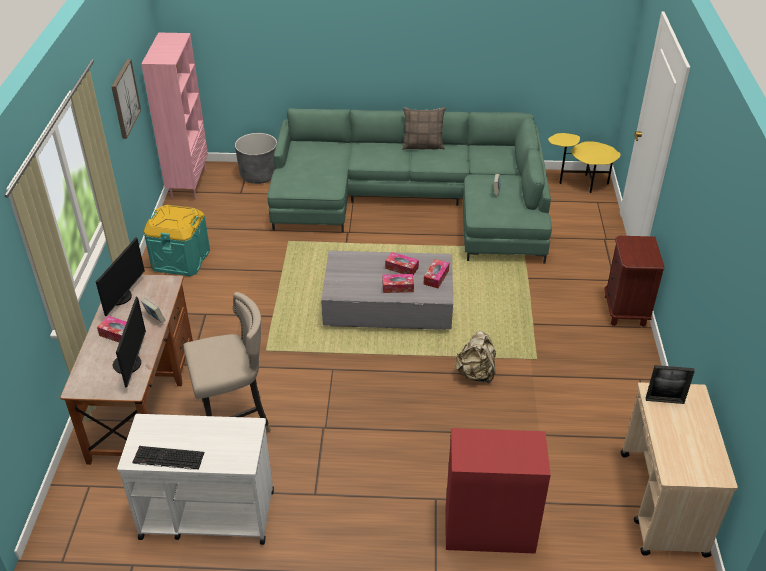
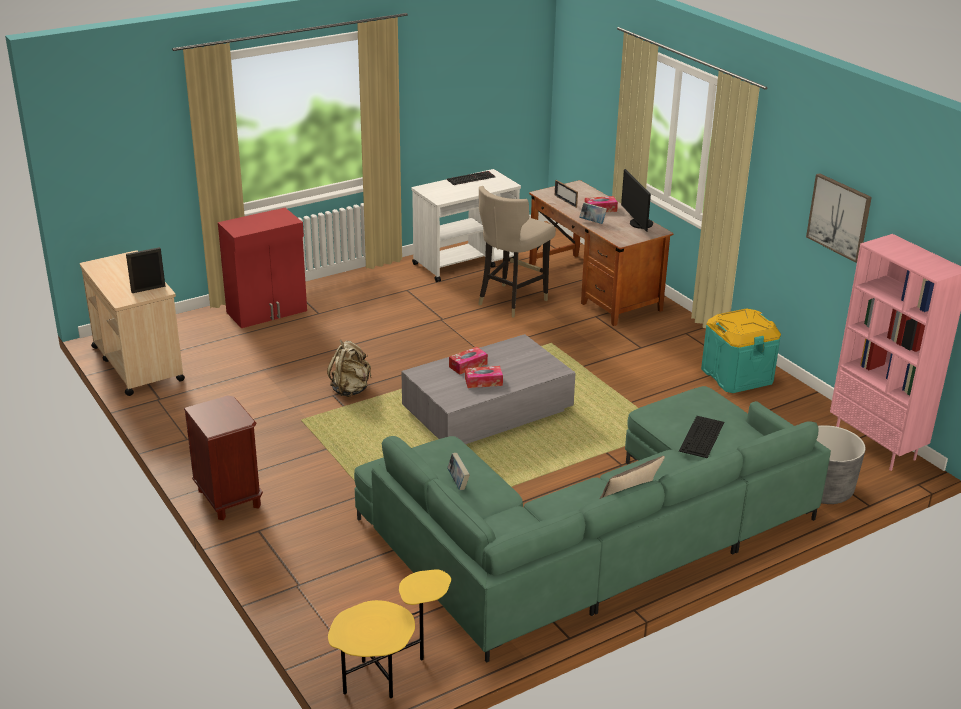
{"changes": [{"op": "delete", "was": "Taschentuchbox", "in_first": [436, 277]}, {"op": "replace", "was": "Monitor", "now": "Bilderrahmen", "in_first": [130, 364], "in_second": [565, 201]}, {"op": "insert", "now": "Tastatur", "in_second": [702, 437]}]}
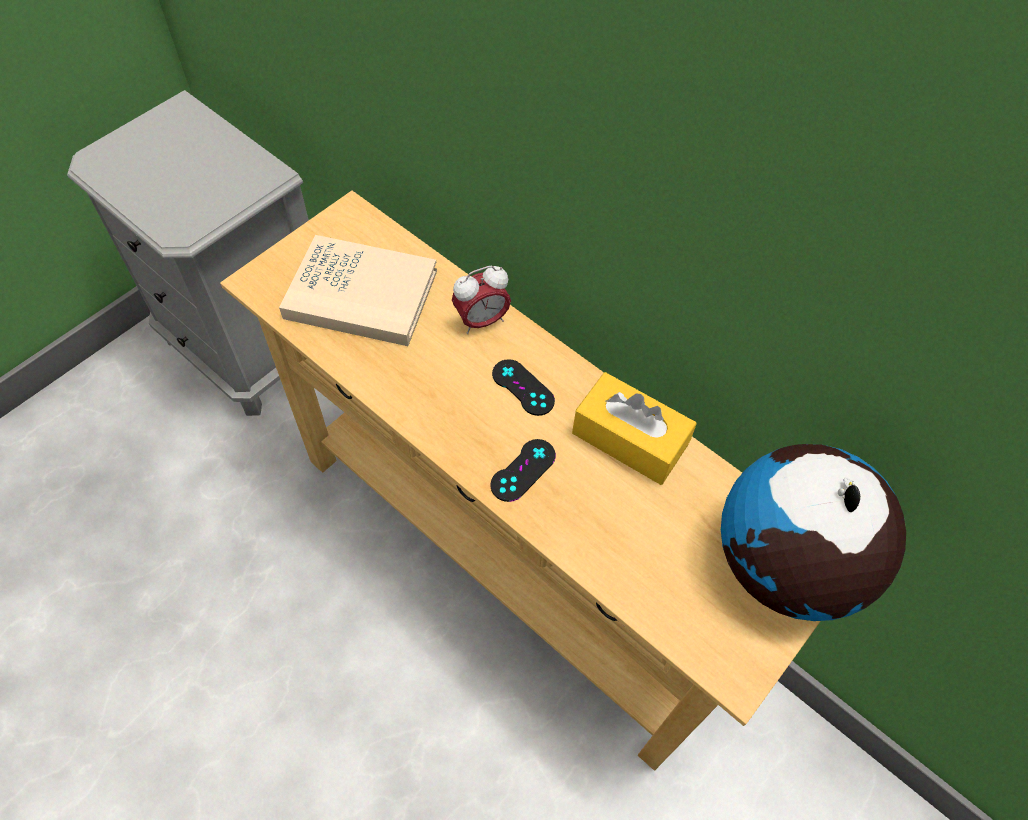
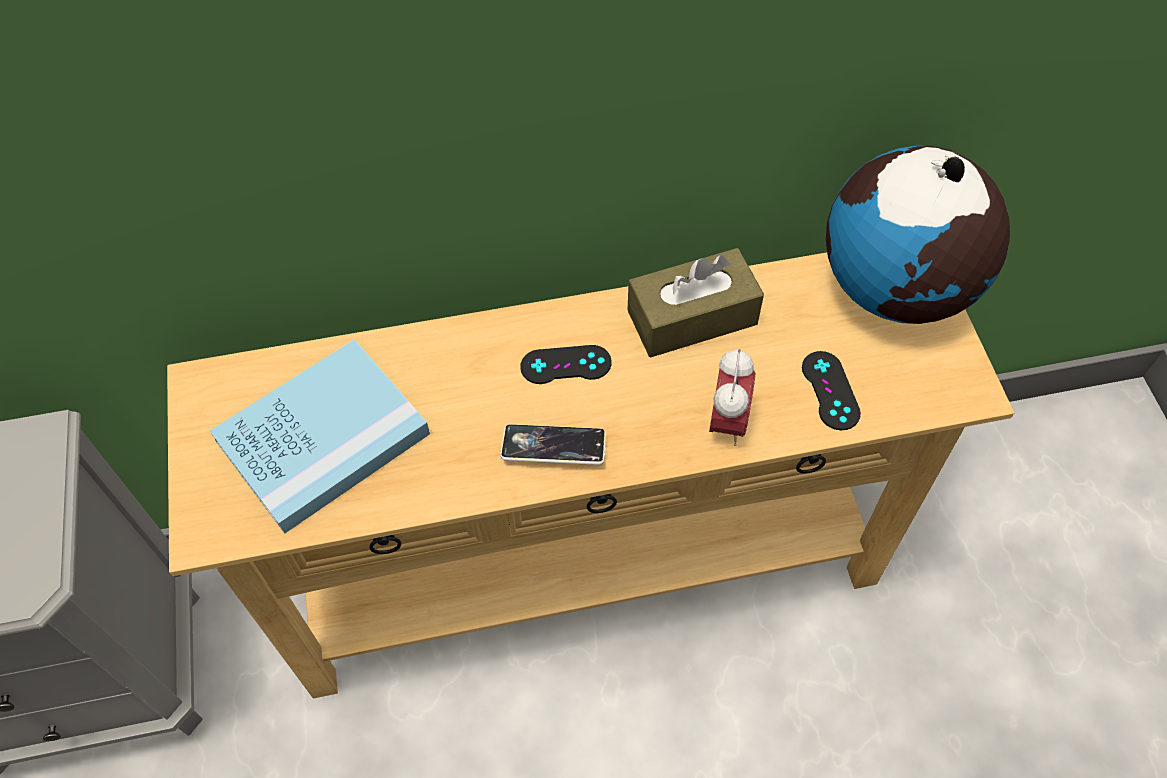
{"changes": [{"op": "recolor", "was": "Buch [beige]", "now": "Buch [blau]", "in_first": [361, 294], "in_second": [323, 438]}, {"op": "move", "was": "Wecker", "in_first": [481, 321], "in_second": [727, 422]}, {"op": "recolor", "was": "Taschentuchbox [gelb]", "now": "Taschentuchbox [braun]", "in_first": [629, 439], "in_second": [692, 317]}, {"op": "move", "was": "Gamepad [schwarz]", "in_first": [523, 470], "in_second": [830, 390]}, {"op": "insert", "now": "Handy", "in_second": [553, 448]}]}
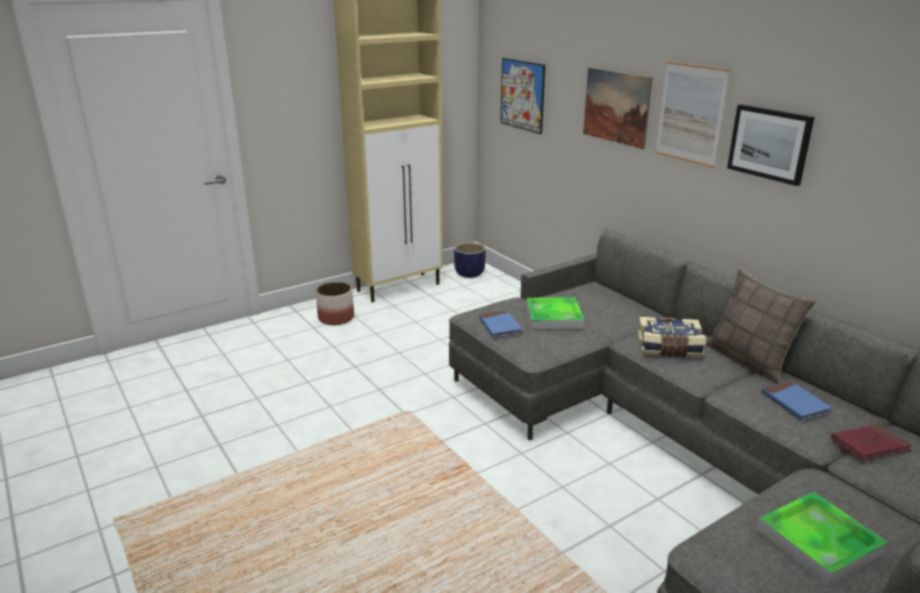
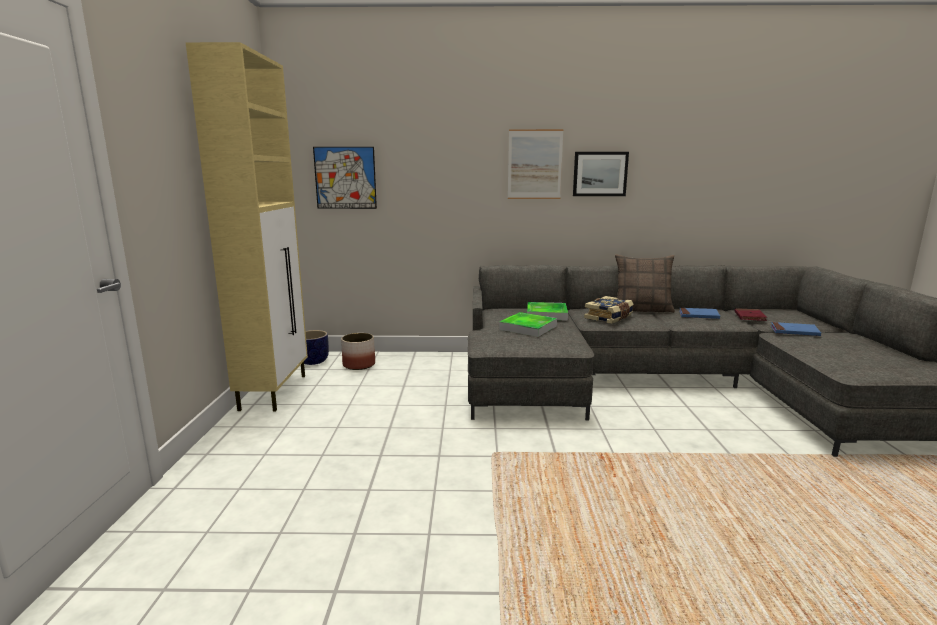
{"changes": [{"op": "delete", "was": "Bild", "in_first": [616, 107]}, {"op": "move", "was": "Pflanzkübel", "in_first": [335, 318], "in_second": [358, 365]}, {"op": "move", "was": "Buch [blau]", "in_first": [500, 326], "in_second": [794, 331]}, {"op": "move", "was": "Tablett", "in_first": [818, 542], "in_second": [546, 314]}]}
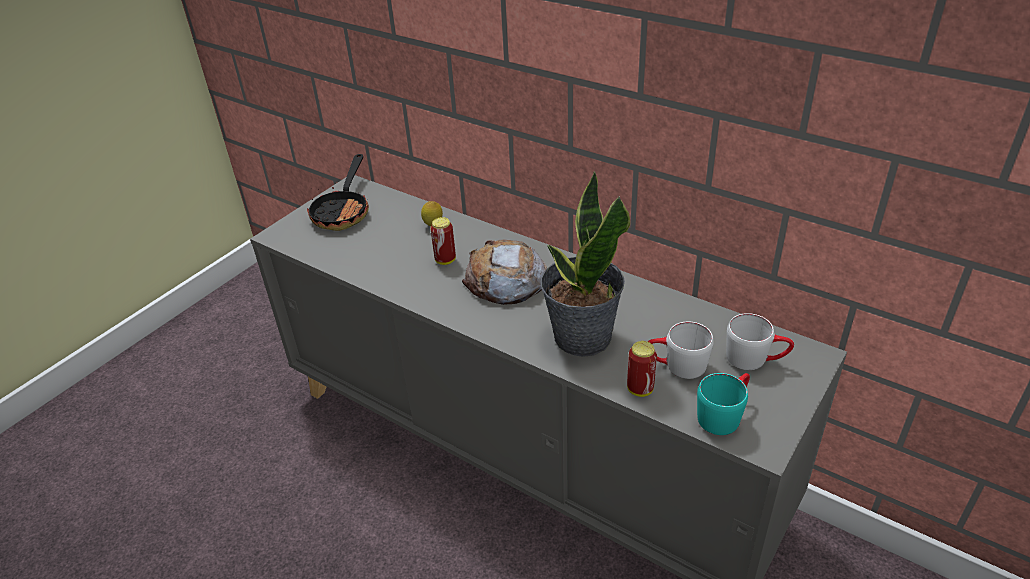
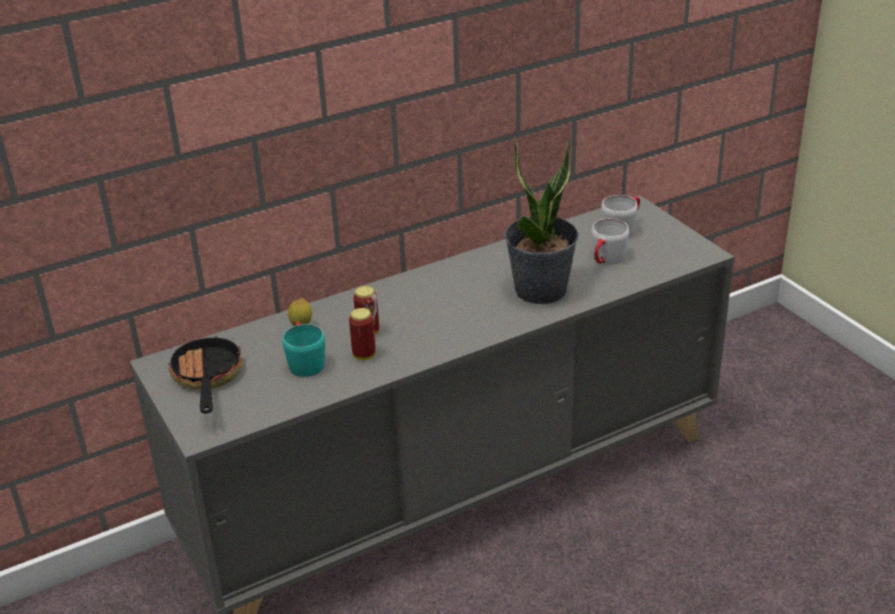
{"changes": [{"op": "rotate", "was": "Pfanne", "in_first": [343, 211], "in_second": [207, 379], "clockwise": -135}, {"op": "delete", "was": "Brot", "in_first": [505, 280]}, {"op": "move", "was": "Dose", "in_first": [640, 389], "in_second": [364, 355]}, {"op": "move", "was": "Henkelbecher [türkis]", "in_first": [724, 414], "in_second": [304, 361]}]}
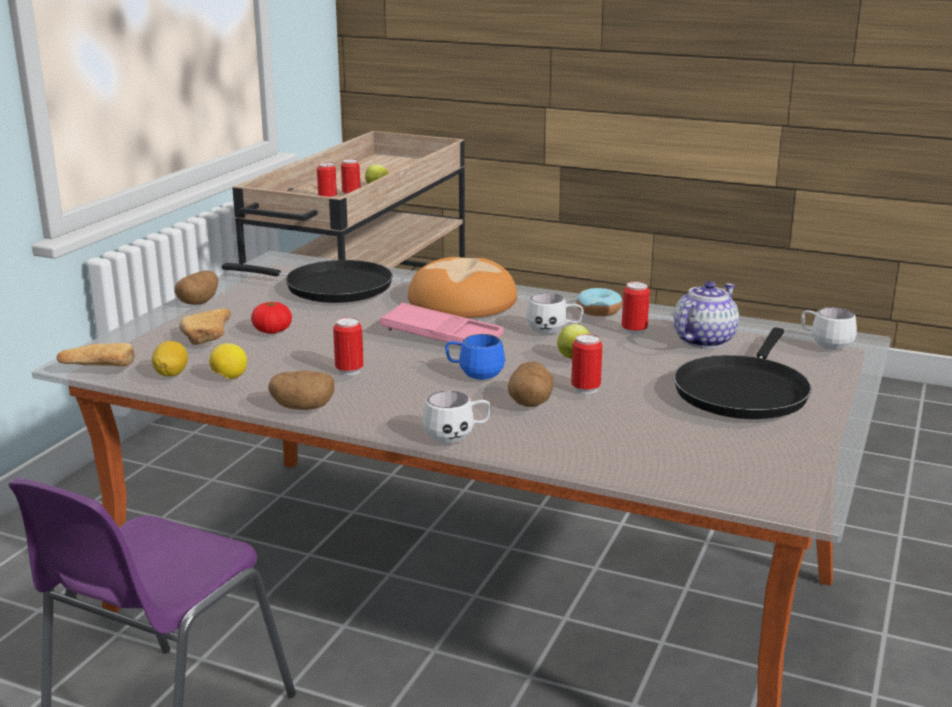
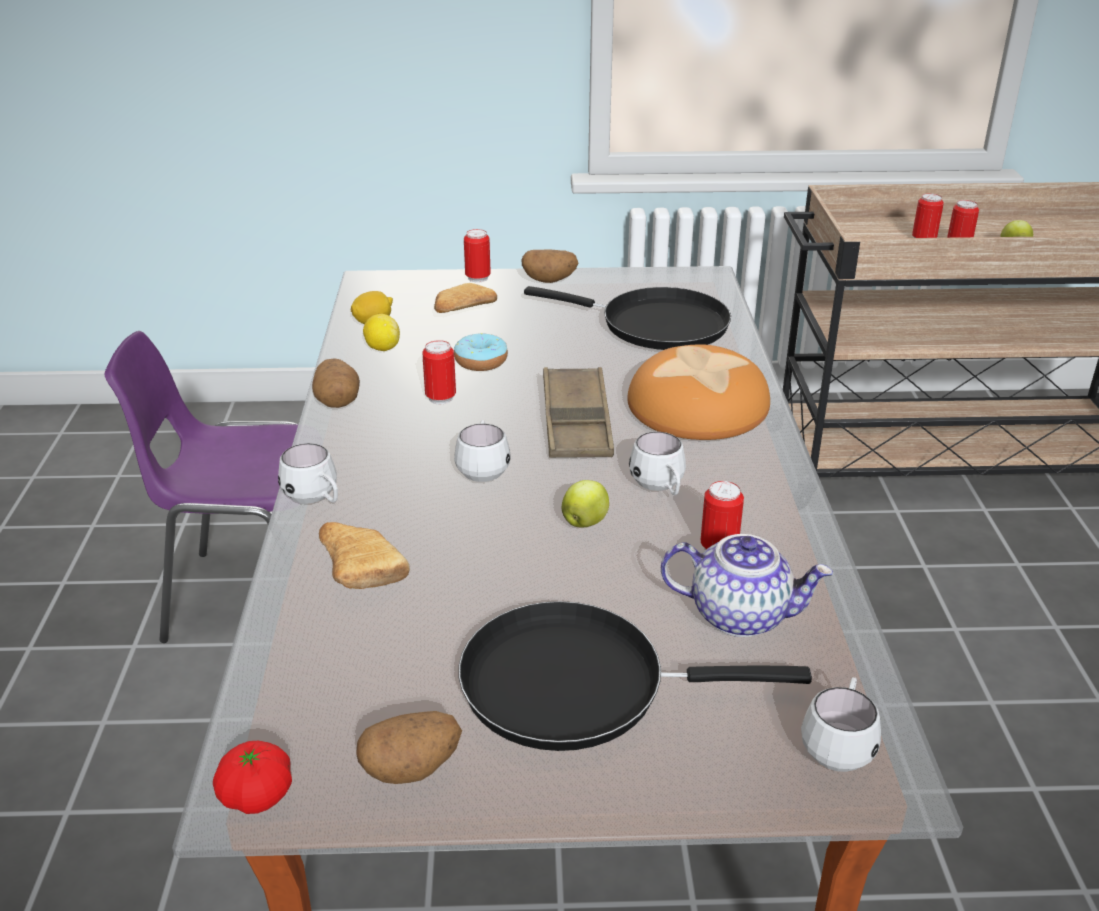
{"changes": [{"op": "rotate", "was": "Pfanne [schwarz]", "in_first": [330, 288], "in_second": [655, 325], "clockwise": -60}, {"op": "move", "was": "Donut", "in_first": [598, 310], "in_second": [481, 361]}, {"op": "move", "was": "Tomate", "in_first": [272, 331], "in_second": [257, 796]}, {"op": "recolor", "was": "Tablett [rosa]", "now": "Tablett [braun]", "in_first": [441, 336], "in_second": [576, 422]}, {"op": "recolor", "was": "Henkelbecher [blau]", "now": "Henkelbecher [weiß]", "in_first": [474, 374], "in_second": [483, 468]}, {"op": "move", "was": "Dose", "in_first": [585, 389], "in_second": [478, 278]}, {"op": "move", "was": "Brot", "in_first": [97, 369], "in_second": [358, 567]}, {"op": "move", "was": "Kartoffel", "in_first": [530, 402], "in_second": [411, 768]}]}
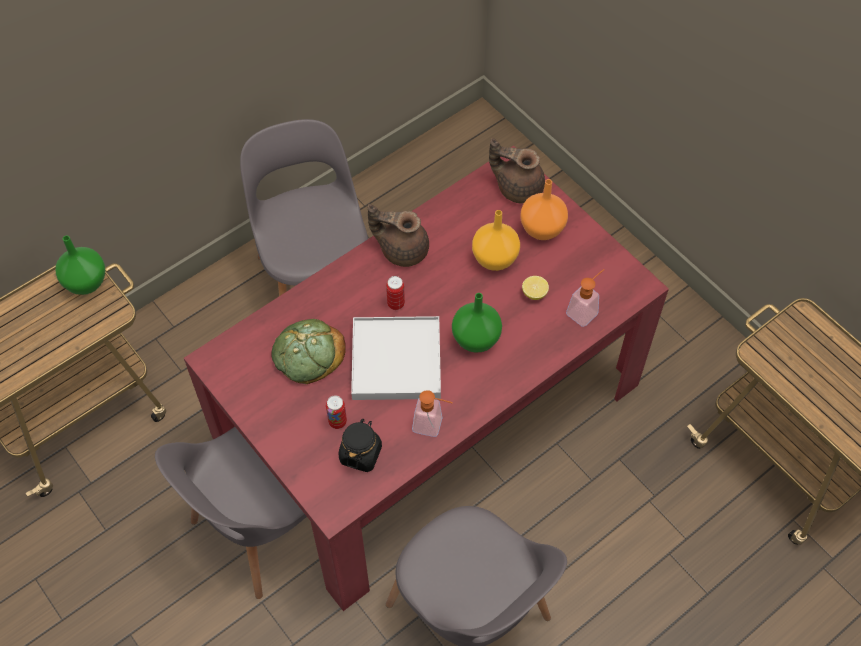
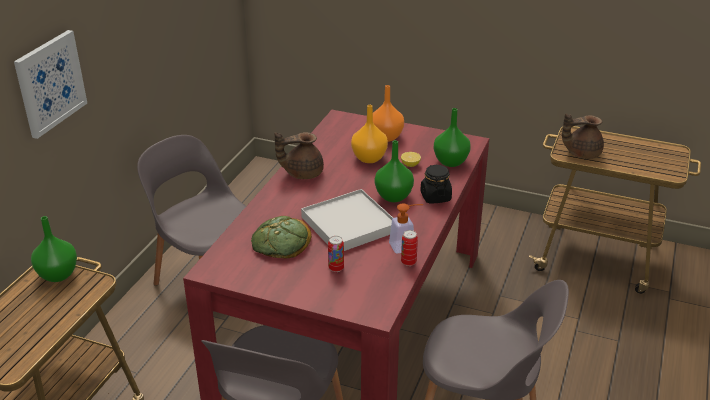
{"changes": [{"op": "move", "was": "Teekanne [braun]", "in_first": [518, 187], "in_second": [581, 153]}, {"op": "replace", "was": "Seifenspender", "now": "Vase [grün]", "in_first": [585, 310], "in_second": [450, 162]}, {"op": "move", "was": "Dose", "in_first": [396, 304], "in_second": [408, 262]}, {"op": "move", "was": "Vorratsglas [schwarz]", "in_first": [360, 454], "in_second": [435, 197]}, {"op": "insert", "now": "Bild", "in_second": [50, 83]}]}
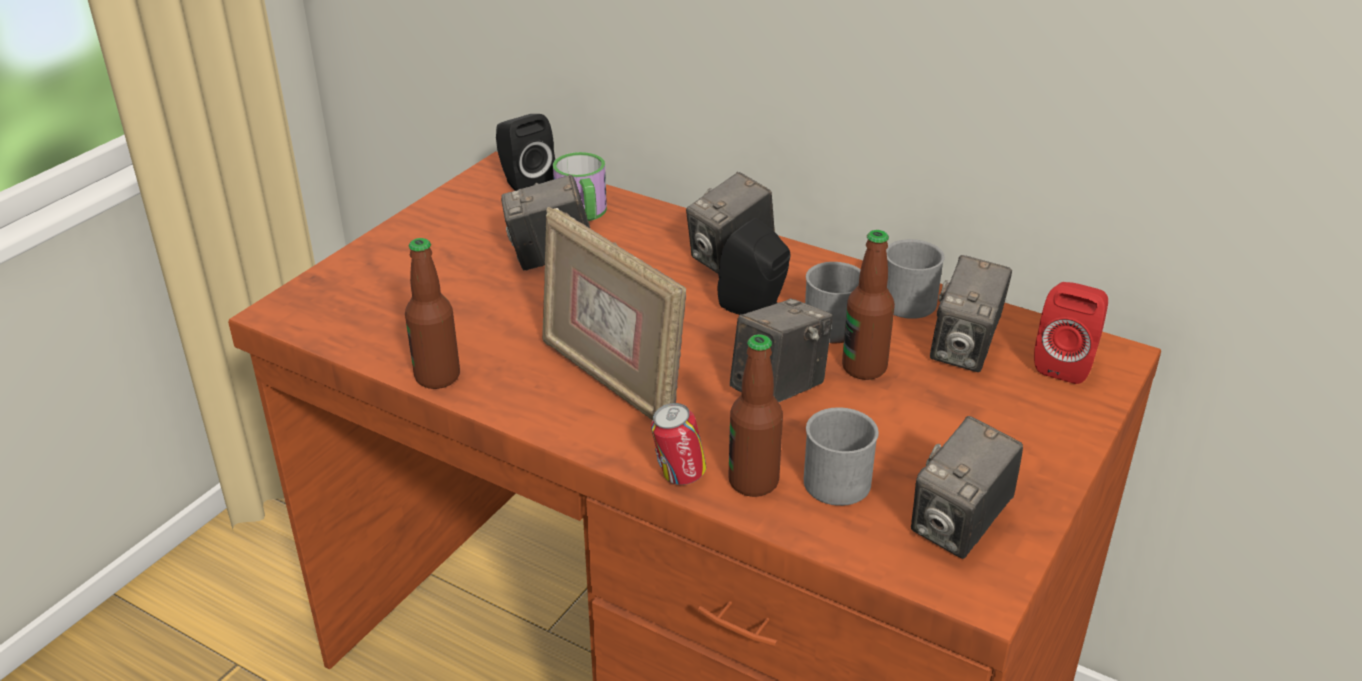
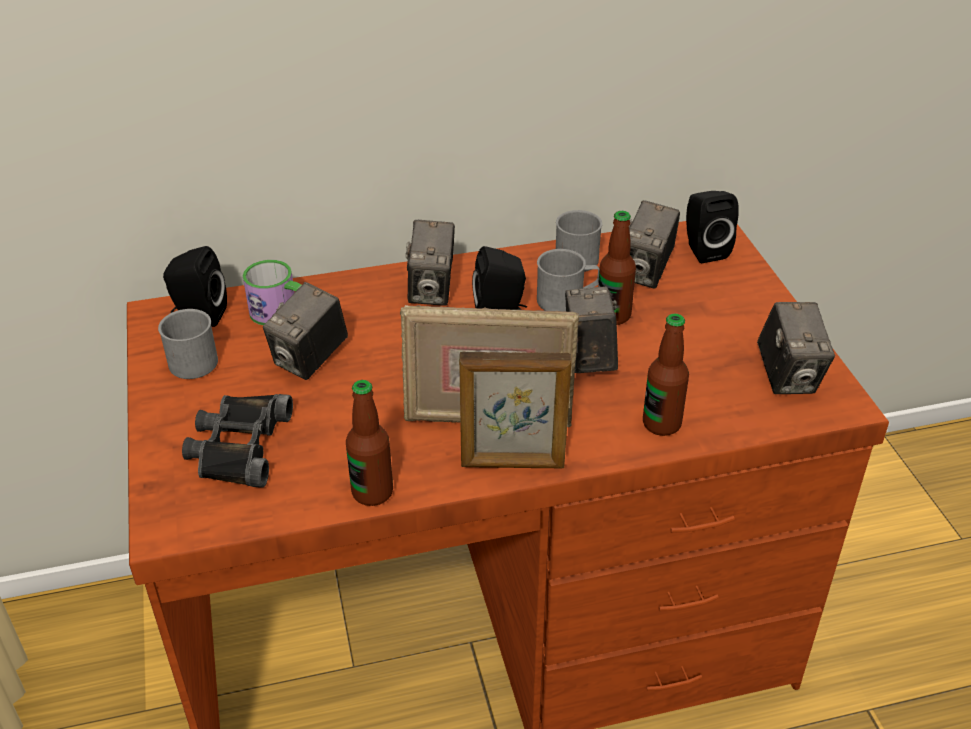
{"changes": [{"op": "rotate", "was": "Kamera", "in_first": [964, 350], "in_second": [646, 272], "clockwise": 45}, {"op": "recolor", "was": "Lautsprecher [rot]", "now": "Lautsprecher [schwarz]", "in_first": [1066, 364], "in_second": [703, 250]}, {"op": "delete", "was": "Dose", "in_first": [679, 476]}, {"op": "move", "was": "Henkelbecher [grau]", "in_first": [837, 475], "in_second": [189, 359]}, {"op": "insert", "now": "Bilderrahmen", "in_second": [513, 464]}, {"op": "insert", "now": "Fernglas [schwarz]", "in_second": [238, 446]}]}
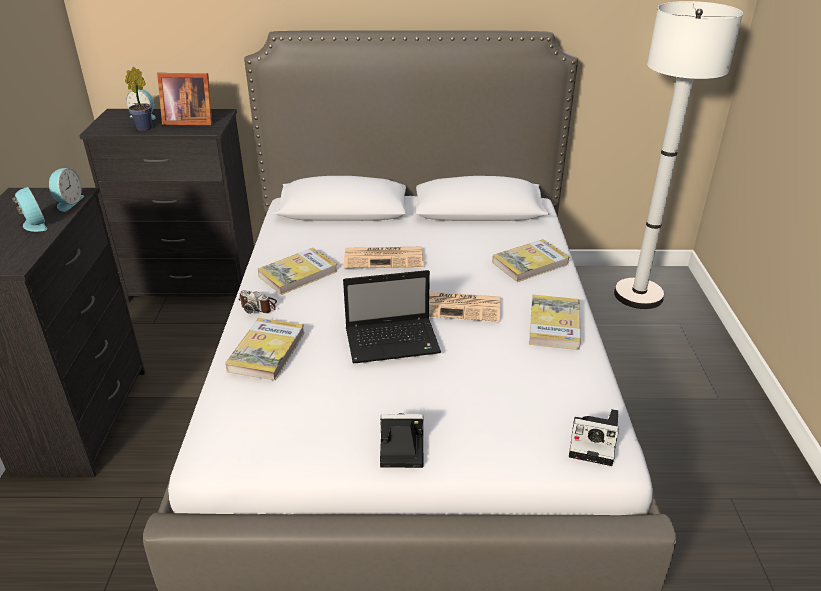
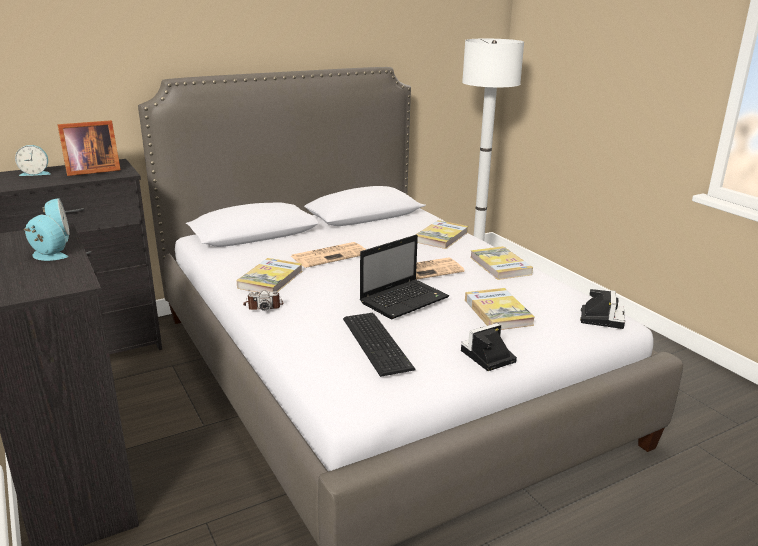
{"changes": [{"op": "delete", "was": "Topfpflanze", "in_first": [146, 127]}, {"op": "move", "was": "Buch", "in_first": [267, 351], "in_second": [498, 312]}, {"op": "rotate", "was": "Kamera", "in_first": [594, 442], "in_second": [601, 318], "clockwise": -60}, {"op": "insert", "now": "Tastatur", "in_second": [378, 342]}]}
